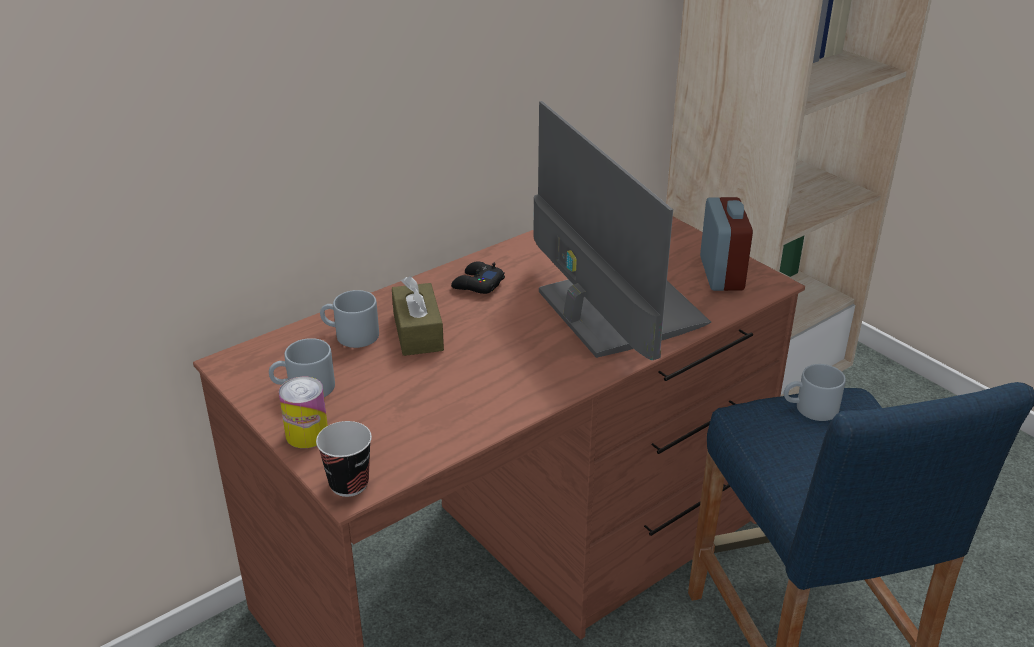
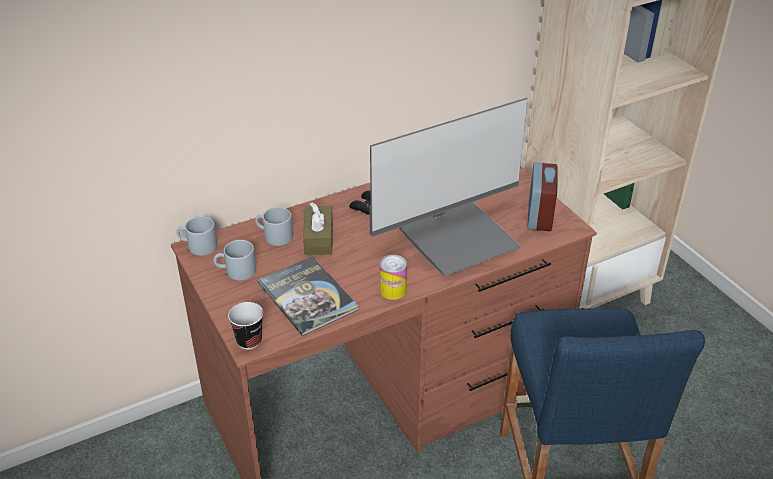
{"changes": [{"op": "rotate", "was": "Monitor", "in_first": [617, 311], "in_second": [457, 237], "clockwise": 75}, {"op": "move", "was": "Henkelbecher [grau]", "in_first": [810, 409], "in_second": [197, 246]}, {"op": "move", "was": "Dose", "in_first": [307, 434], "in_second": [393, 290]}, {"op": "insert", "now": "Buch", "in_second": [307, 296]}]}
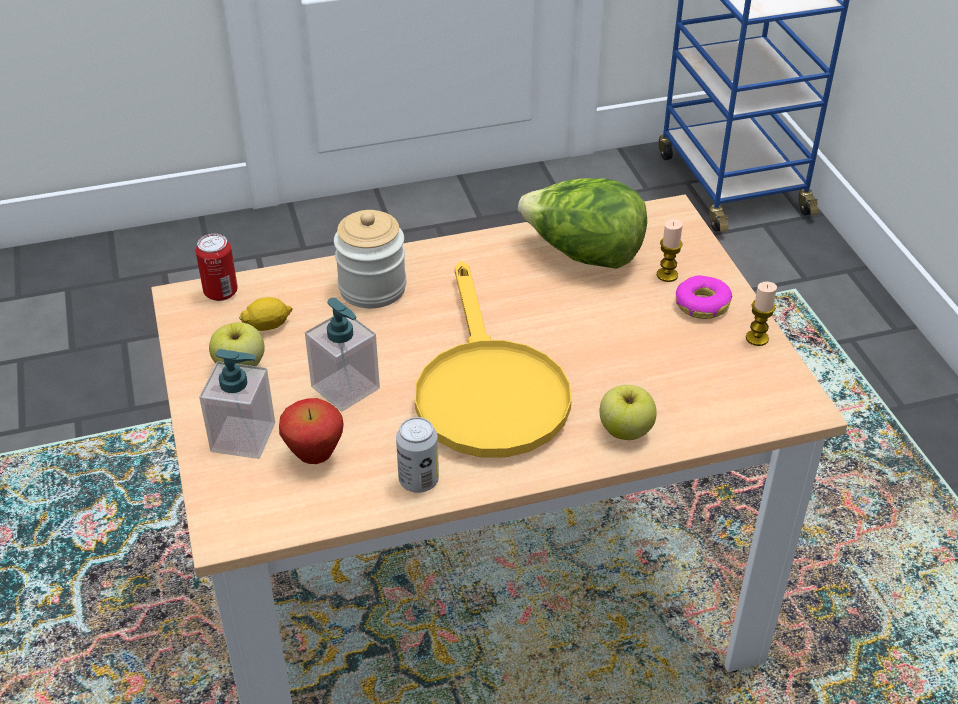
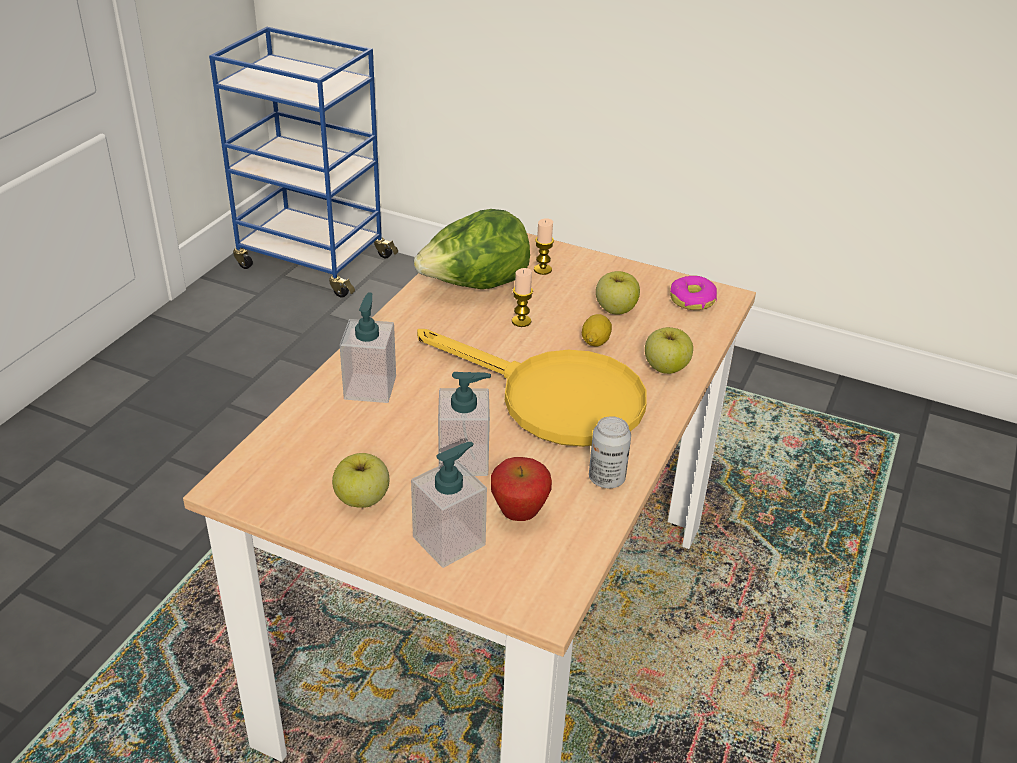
{"changes": [{"op": "replace", "was": "Vorratsglas", "now": "Seifenspender", "in_first": [372, 288], "in_second": [370, 387]}, {"op": "delete", "was": "Dose", "in_first": [221, 292]}, {"op": "move", "was": "Donut", "in_first": [701, 304], "in_second": [692, 300]}, {"op": "move", "was": "Kerze", "in_first": [757, 338], "in_second": [521, 321]}, {"op": "move", "was": "Zitrone", "in_first": [268, 326], "in_second": [595, 341]}, {"op": "insert", "now": "Apfel", "in_second": [615, 309]}]}
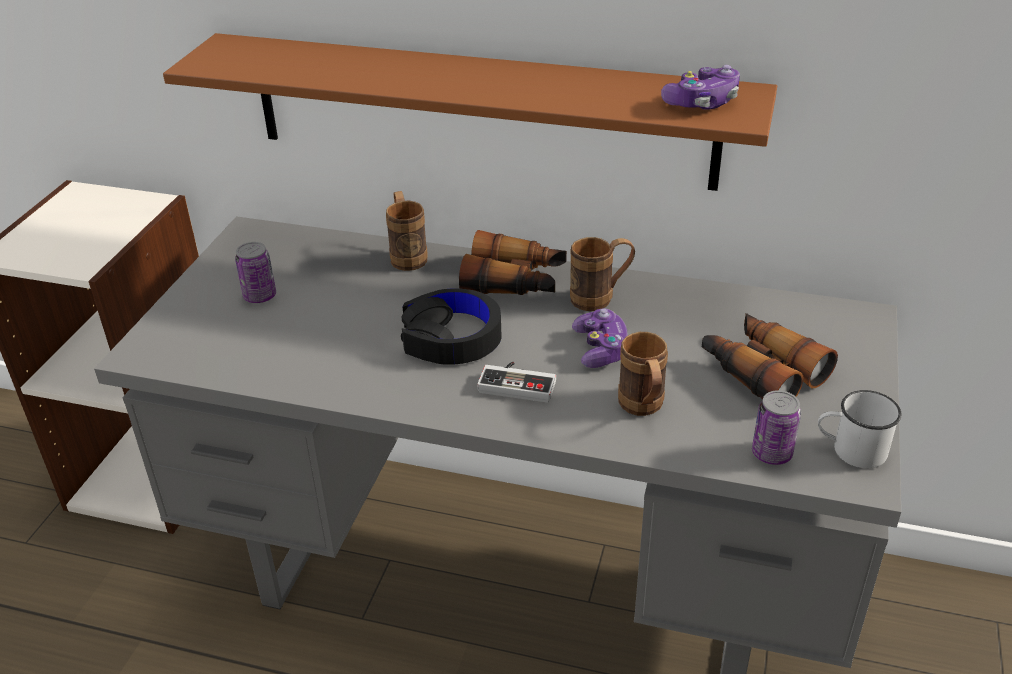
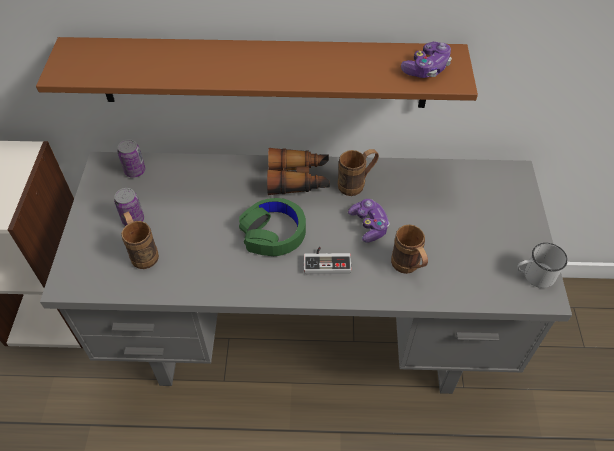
{"changes": [{"op": "move", "was": "Henkelbecher [braun]", "in_first": [407, 255], "in_second": [142, 252]}, {"op": "recolor", "was": "Kopfhörer [schwarz]", "now": "Kopfhörer [grün]", "in_first": [452, 338], "in_second": [273, 233]}, {"op": "delete", "was": "Fernglas", "in_first": [761, 371]}, {"op": "move", "was": "Dose", "in_first": [771, 453], "in_second": [135, 171]}]}
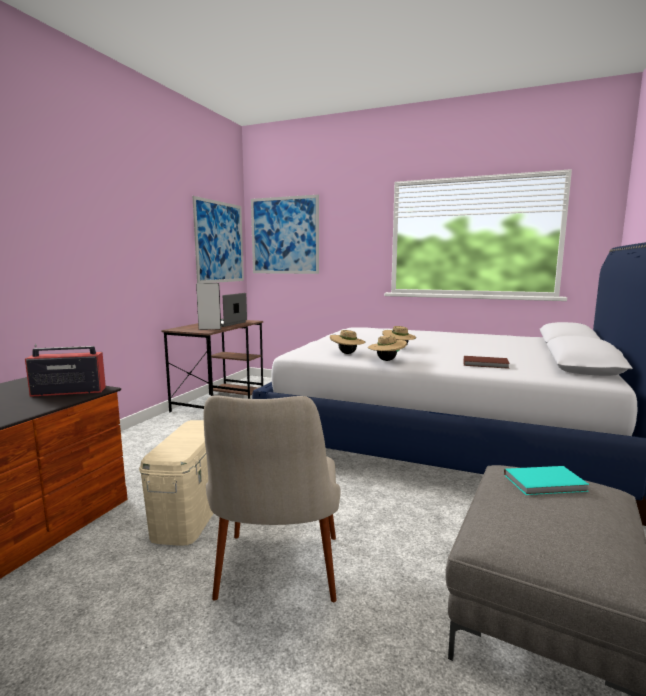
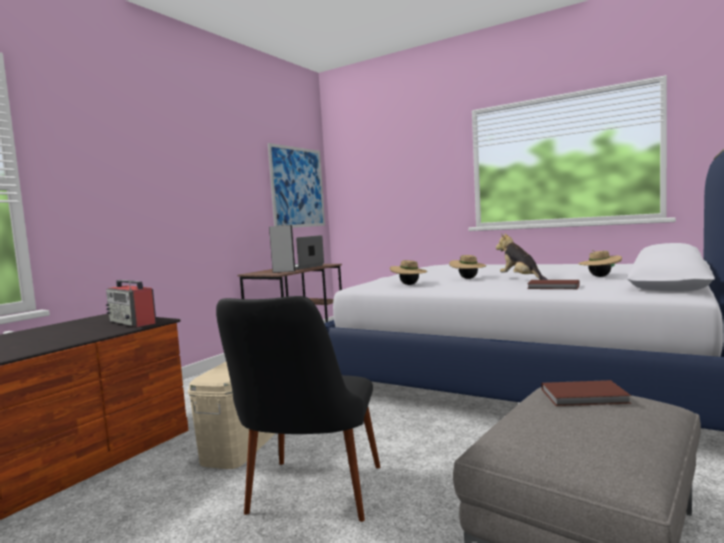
{"changes": [{"op": "delete", "was": "Bild", "in_first": [284, 235]}, {"op": "move", "was": "Hut [beige]", "in_first": [386, 360], "in_second": [599, 276]}, {"op": "rotate", "was": "Radio", "in_first": [68, 391], "in_second": [133, 322], "clockwise": -135}, {"op": "recolor", "was": "Stuhl [beige]", "now": "Stuhl [schwarz]", "in_first": [277, 583], "in_second": [309, 503]}, {"op": "recolor", "was": "Buch [türkis]", "now": "Buch [braun]", "in_first": [546, 483], "in_second": [585, 397]}, {"op": "insert", "now": "Plüschtier", "in_second": [521, 279]}]}
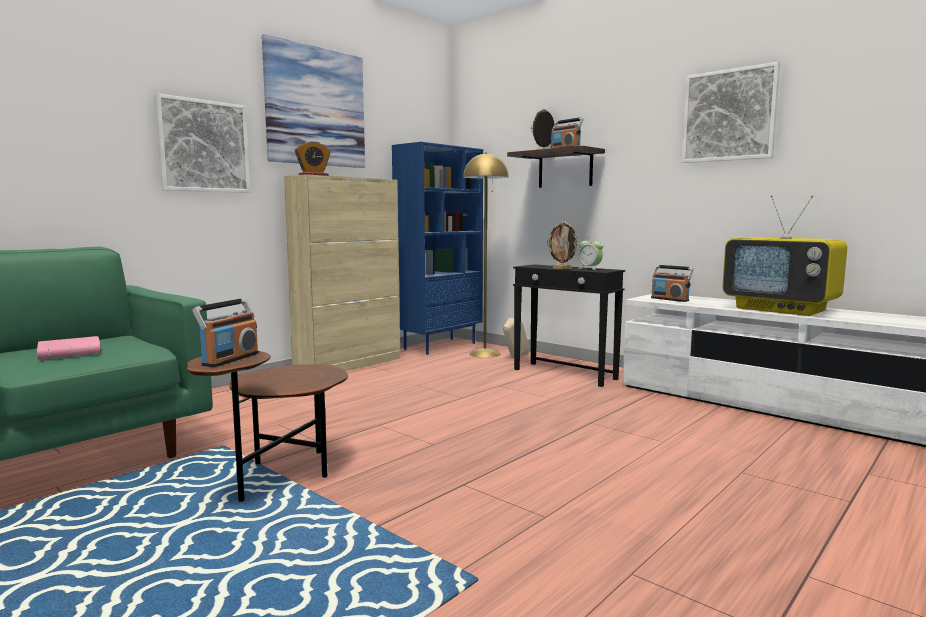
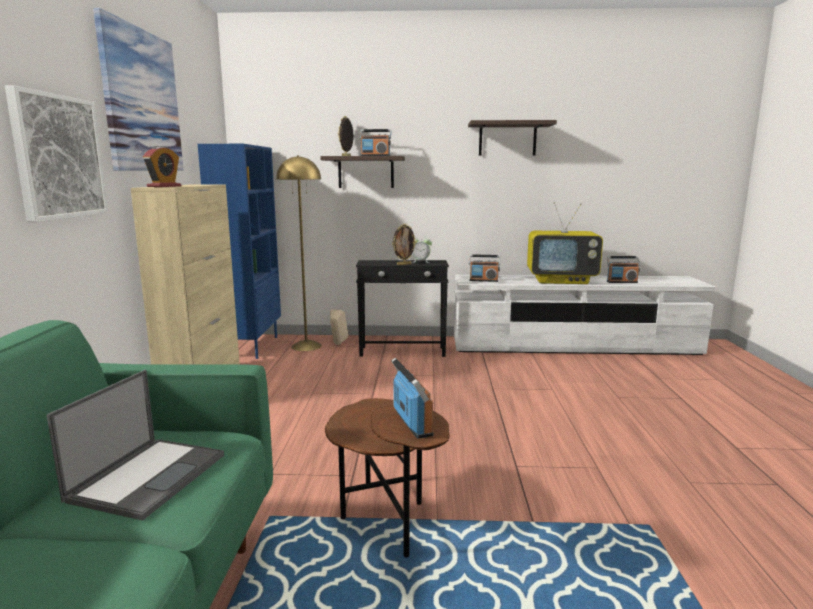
{"changes": [{"op": "replace", "was": "Bild", "now": "Wandregal", "in_first": [729, 115], "in_second": [507, 139]}, {"op": "replace", "was": "Buch [rosa]", "now": "Laptop", "in_first": [72, 353], "in_second": [149, 476]}, {"op": "insert", "now": "Radio", "in_second": [621, 282]}]}
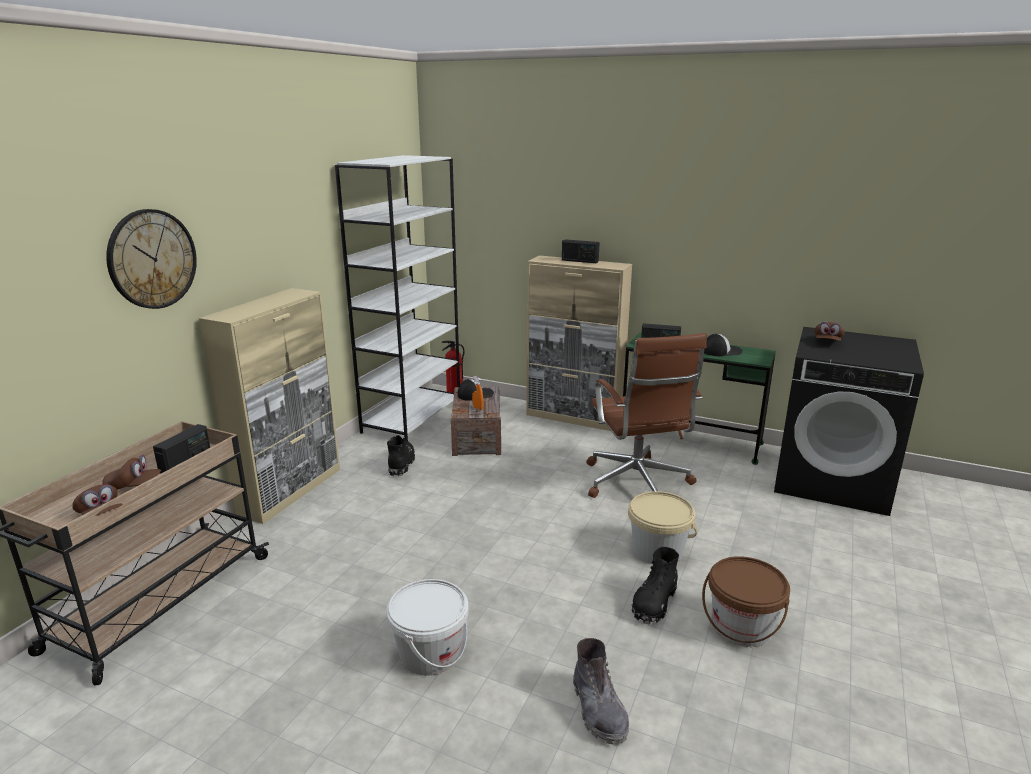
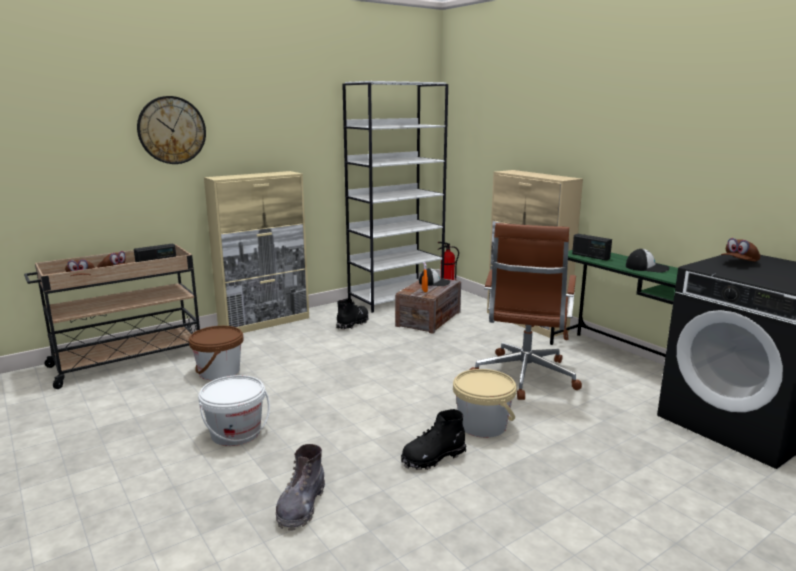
{"changes": [{"op": "delete", "was": "Radio", "in_first": [579, 261]}, {"op": "move", "was": "Eimer [braun]", "in_first": [742, 627], "in_second": [219, 372]}]}
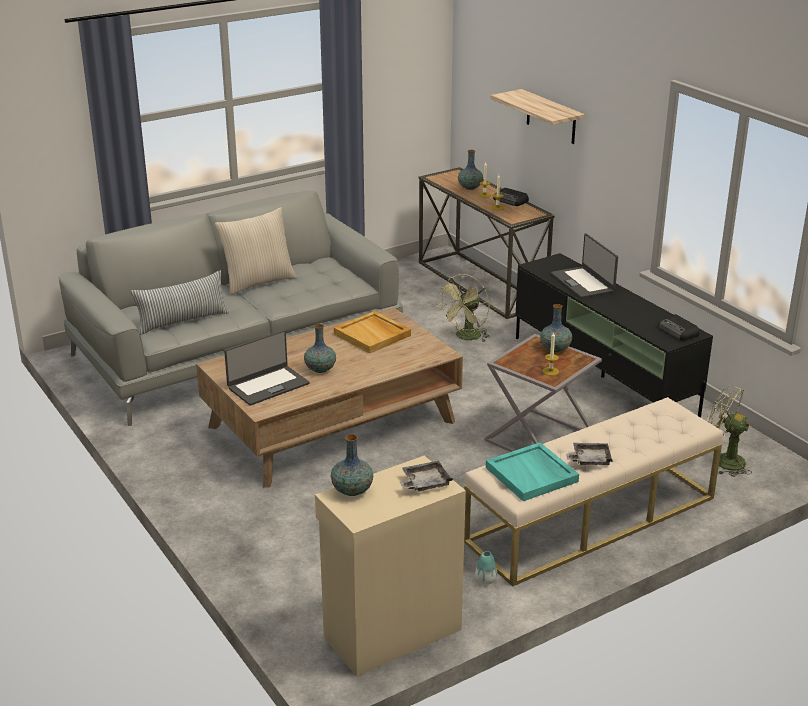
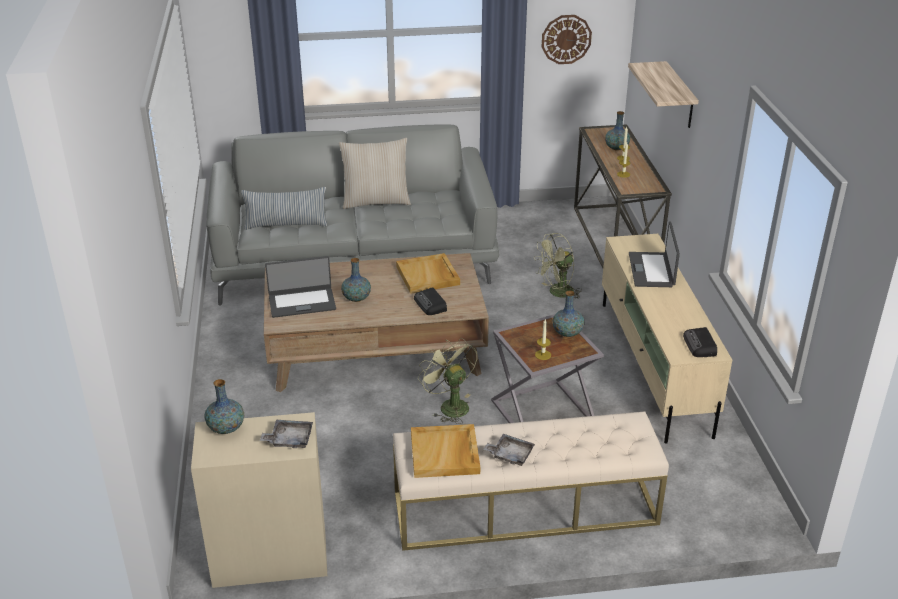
{"changes": [{"op": "move", "was": "Radio", "in_first": [511, 200], "in_second": [430, 305]}, {"op": "recolor", "was": "Fernsehschrank [schwarz]", "now": "Fernsehschrank [beige]", "in_first": [603, 377], "in_second": [653, 367]}, {"op": "move", "was": "Ventilator [grün]", "in_first": [722, 461], "in_second": [449, 405]}, {"op": "recolor", "was": "Tablett [türkis]", "now": "Tablett [beige]", "in_first": [532, 474], "in_second": [445, 454]}, {"op": "delete", "was": "Vase", "in_first": [485, 580]}, {"op": "insert", "now": "Wanduhr", "in_second": [566, 39]}]}
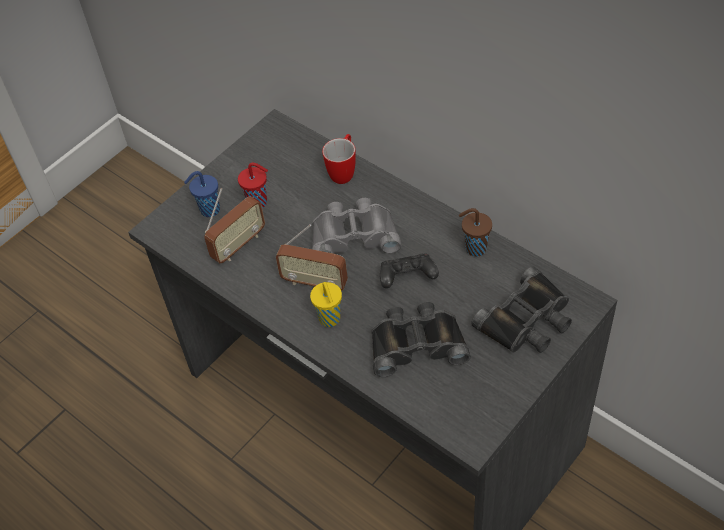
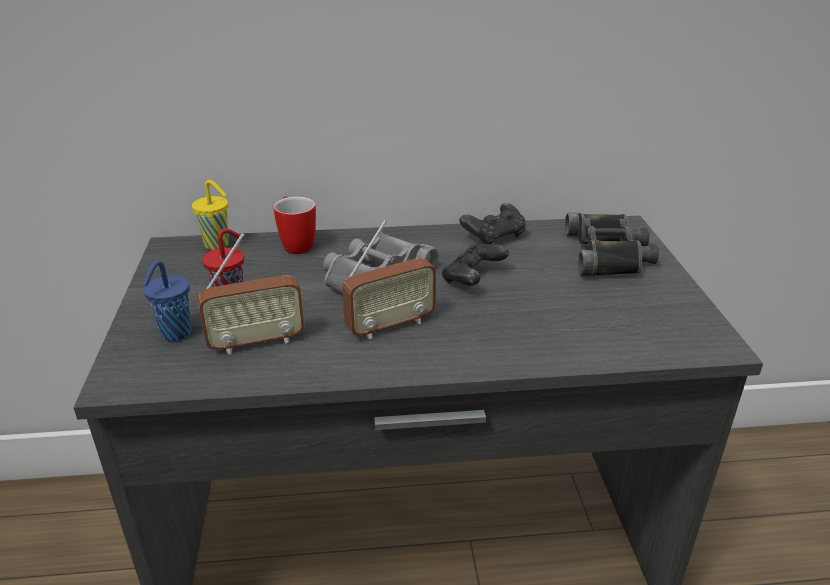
{"changes": [{"op": "rotate", "was": "Radio", "in_first": [238, 245], "in_second": [256, 342], "clockwise": 75}, {"op": "replace", "was": "Tasse [braun]", "now": "Gamepad [schwarz]", "in_first": [474, 248], "in_second": [494, 236]}, {"op": "move", "was": "Tasse [gelb]", "in_first": [330, 320], "in_second": [218, 245]}, {"op": "delete", "was": "Fernglas [schwarz]", "in_first": [416, 343]}]}
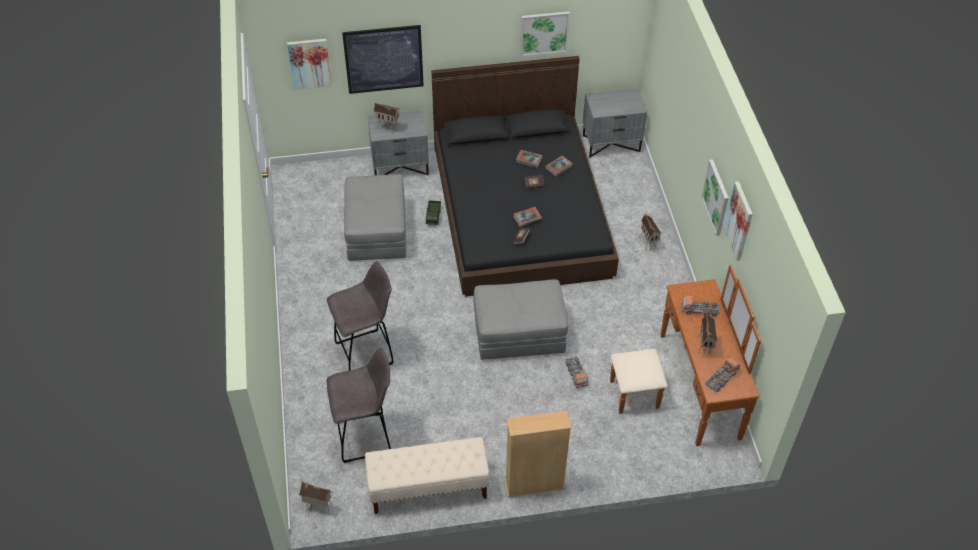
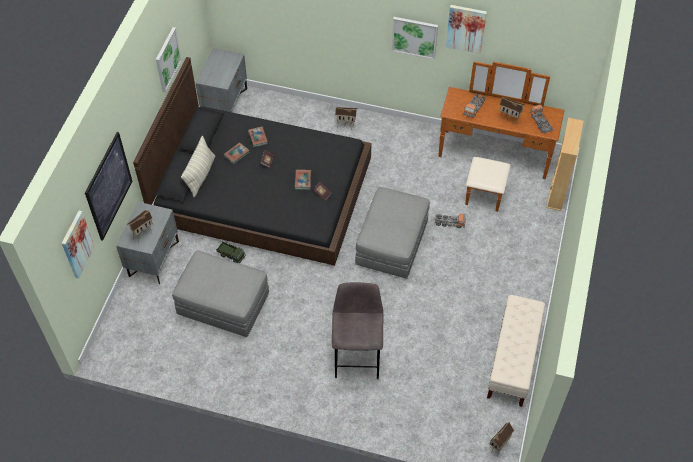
{"changes": [{"op": "delete", "was": "Hocker [grau]", "in_first": [365, 437]}, {"op": "move", "was": "Bücherregal [beige]", "in_first": [534, 485], "in_second": [557, 192]}, {"op": "insert", "now": "Kissen", "in_second": [200, 175]}]}
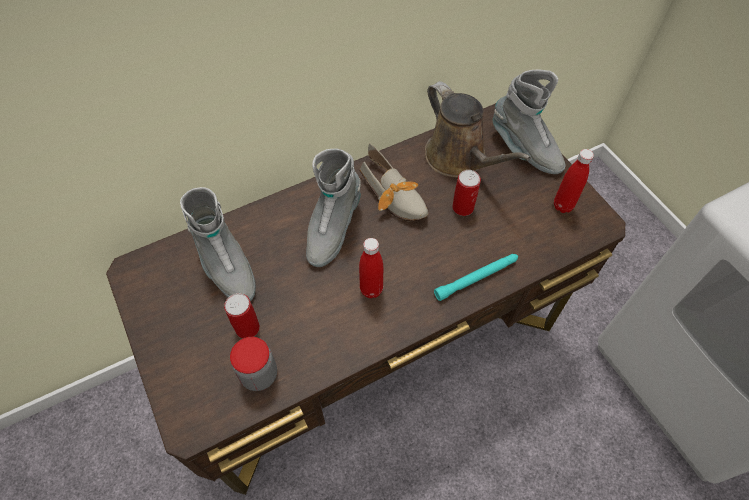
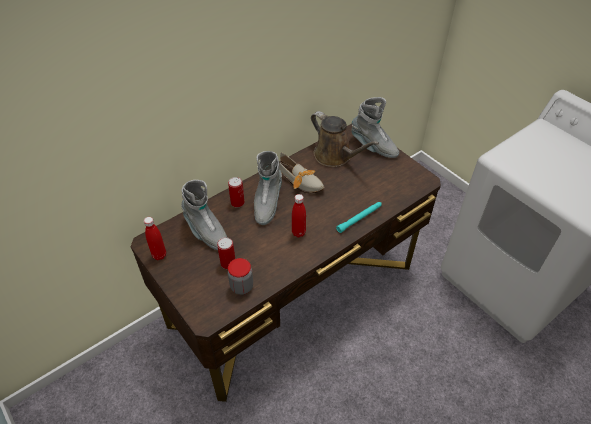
{"changes": [{"op": "move", "was": "Flasche [rot]", "in_first": [563, 206], "in_second": [159, 255]}, {"op": "move", "was": "Dose", "in_first": [463, 207], "in_second": [237, 202]}]}
